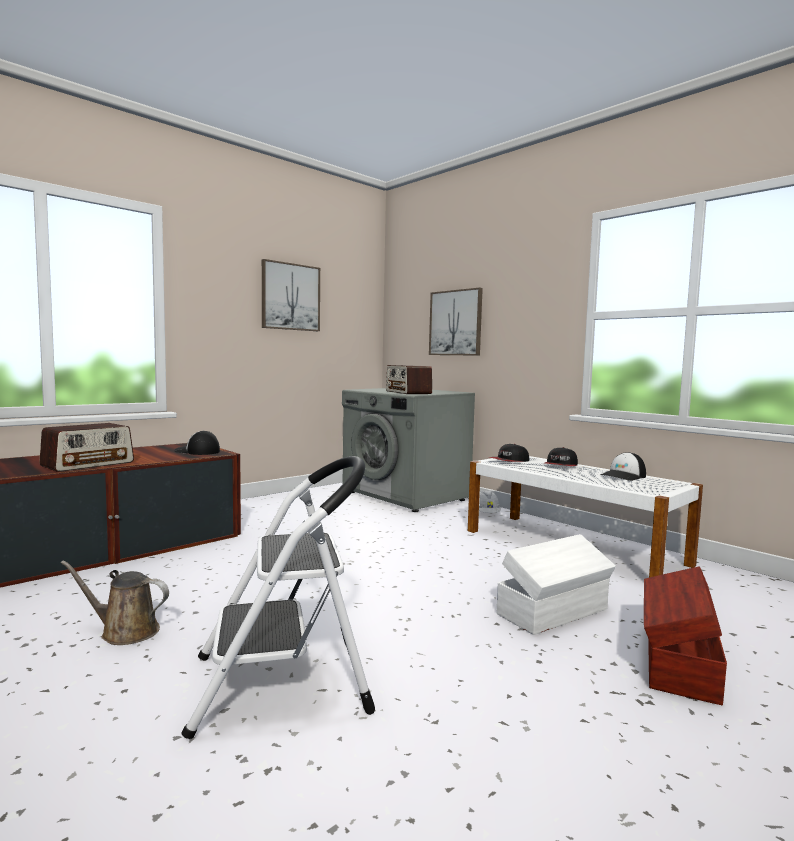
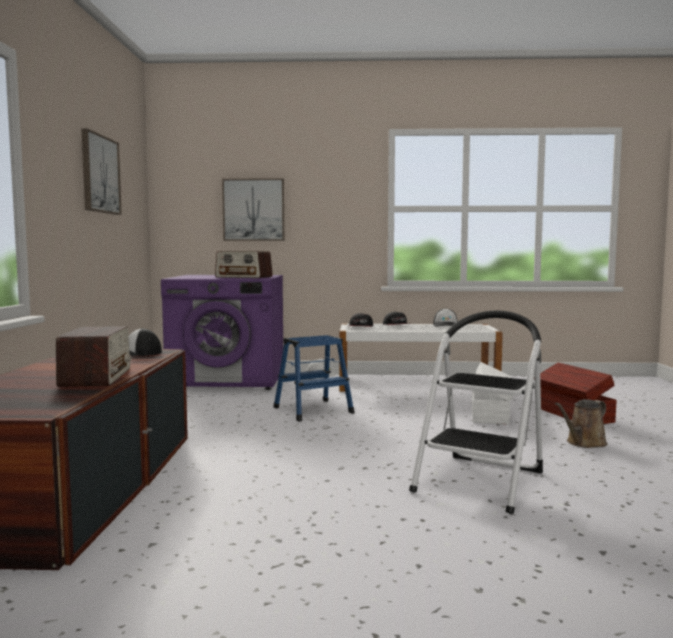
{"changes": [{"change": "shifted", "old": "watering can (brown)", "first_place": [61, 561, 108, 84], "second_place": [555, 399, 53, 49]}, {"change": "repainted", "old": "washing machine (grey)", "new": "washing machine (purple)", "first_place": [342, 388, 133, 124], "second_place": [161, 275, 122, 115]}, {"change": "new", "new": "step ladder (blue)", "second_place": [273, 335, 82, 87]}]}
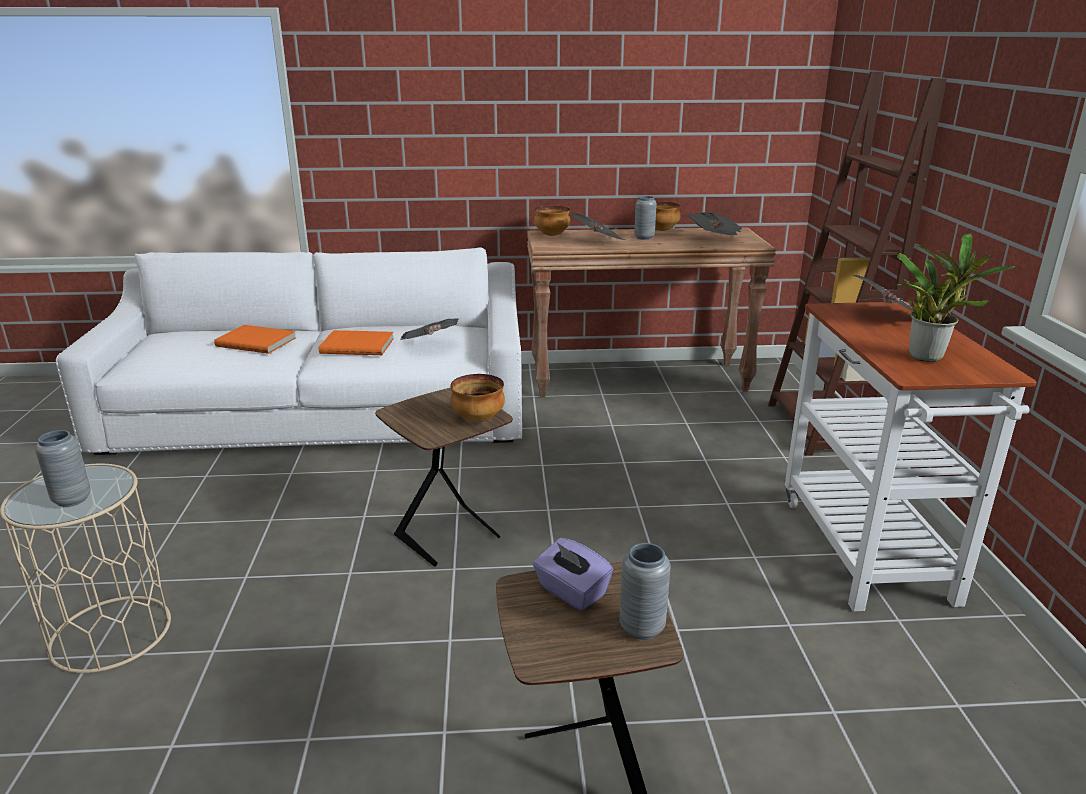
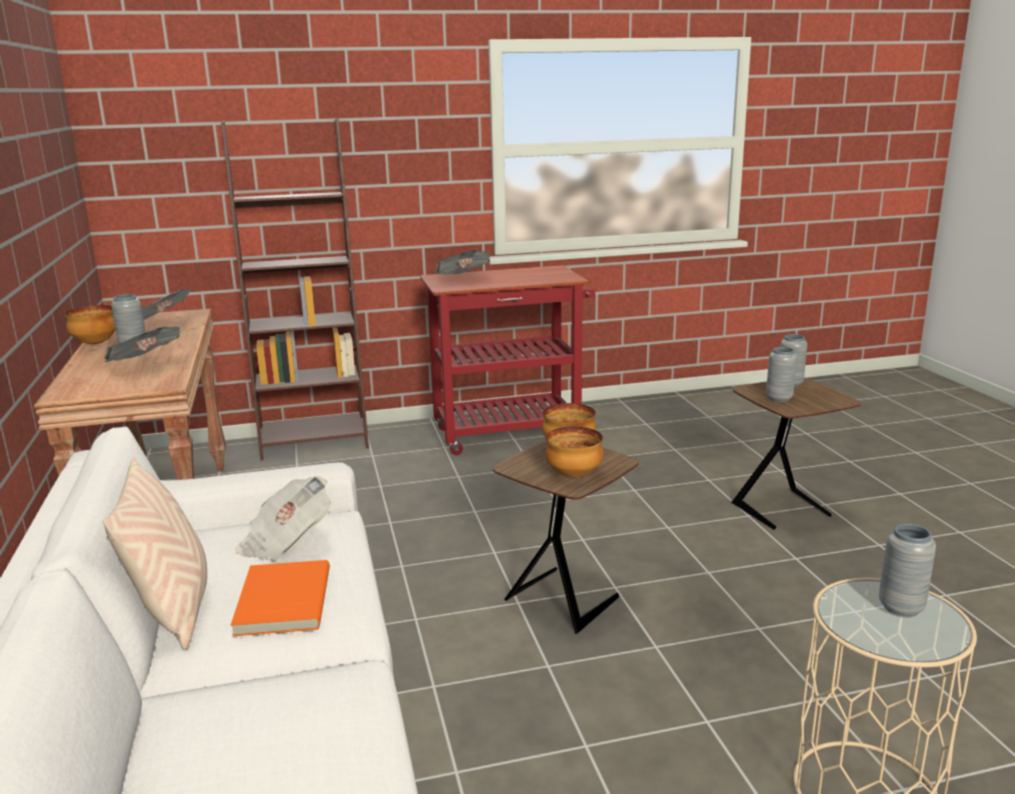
{"changes": [{"change": "gone", "old": "book (orange)", "first_place": [214, 325, 82, 29]}, {"change": "swapped", "old": "tissue box (purple)", "new": "vase (grey)", "first_place": [533, 538, 80, 73], "second_place": [766, 347, 31, 55]}, {"change": "shifted", "old": "bowl", "first_place": [534, 206, 36, 30], "second_place": [545, 427, 58, 51]}, {"change": "repainted", "old": "cart (white)", "new": "cart (red)", "first_place": [785, 302, 252, 310], "second_place": [420, 265, 175, 190]}, {"change": "gone", "old": "potted plant", "first_place": [897, 233, 118, 129]}, {"change": "new", "new": "pillow (beige)", "second_place": [103, 458, 104, 192]}]}
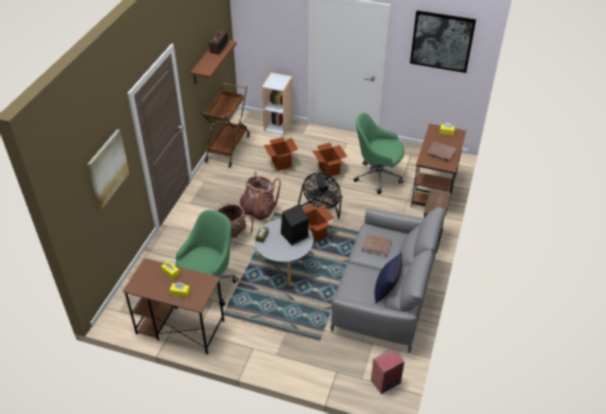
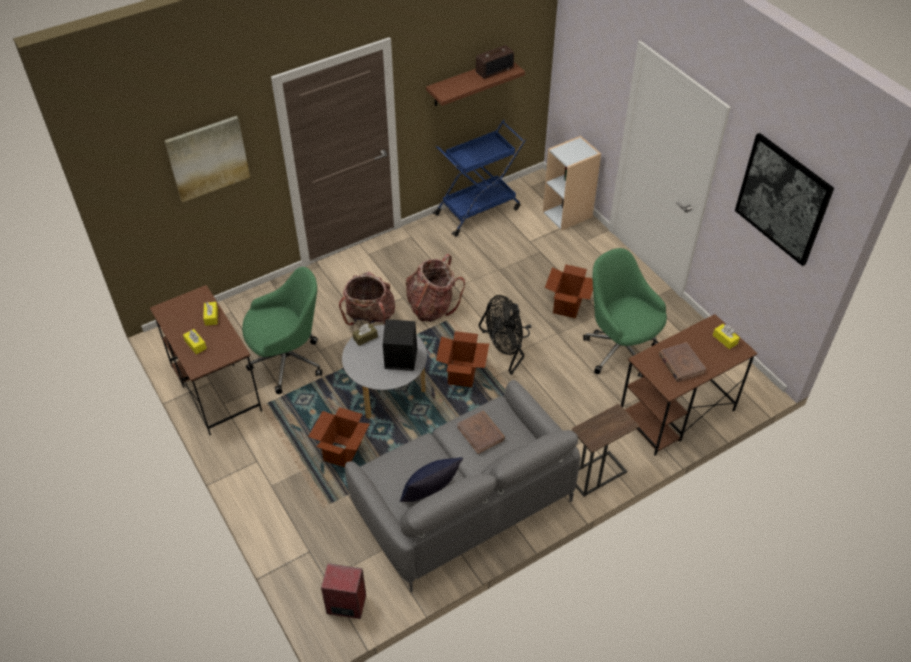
{"changes": [{"change": "repainted", "old": "cart (brown)", "new": "cart (blue)", "first_place": [201, 82, 49, 86], "second_place": [433, 119, 93, 118]}, {"change": "shifted", "old": "cardboard box", "first_place": [264, 137, 34, 34], "second_place": [308, 407, 62, 60]}]}
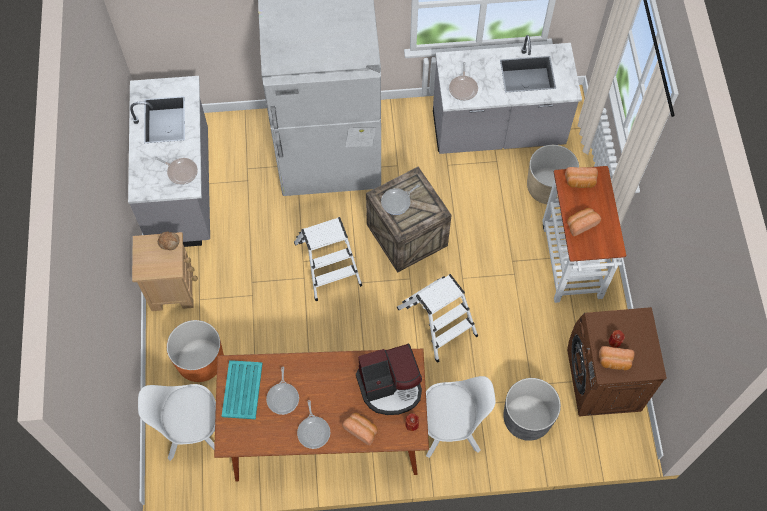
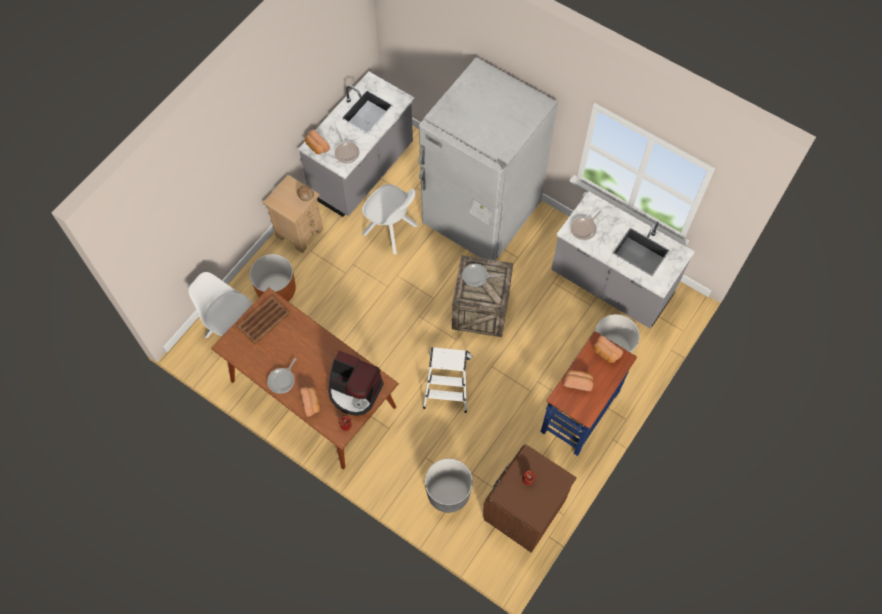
{"changes": [{"change": "repainted", "old": "tray (turquoise)", "new": "tray (brown)", "first_place": [222, 360, 41, 59], "second_place": [237, 296, 54, 49]}, {"change": "gone", "old": "frying pan", "first_place": [266, 367, 33, 48]}, {"change": "gone", "old": "step ladder (white)", "first_place": [294, 217, 68, 84]}, {"change": "shifted", "old": "chair (white)", "first_place": [426, 376, 69, 82], "second_place": [362, 184, 56, 70]}, {"change": "repainted", "old": "cart (white)", "new": "cart (blue)", "first_place": [542, 166, 84, 137], "second_place": [541, 331, 96, 125]}, {"change": "shifted", "old": "bread", "first_place": [599, 346, 36, 24], "second_place": [305, 129, 25, 25]}]}
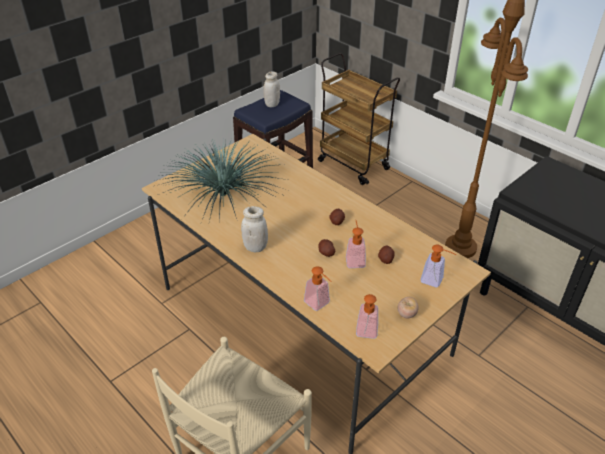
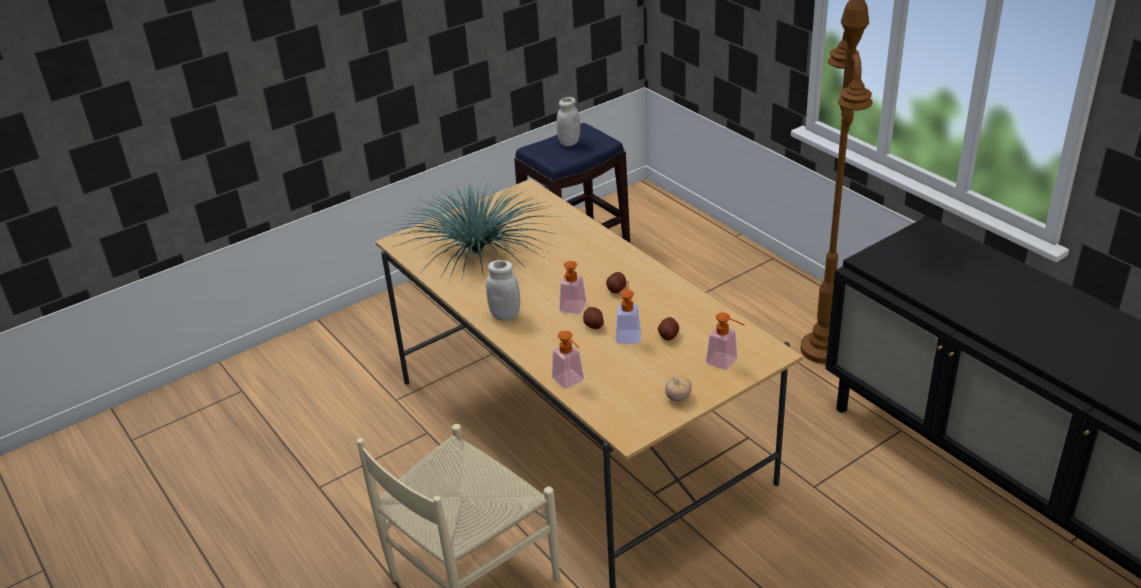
{"changes": [{"change": "gone", "old": "cart (brown)", "first_place": [318, 53, 82, 132]}, {"change": "shifted", "old": "soap dispenser", "first_place": [356, 294, 22, 45], "second_place": [560, 261, 27, 53]}]}
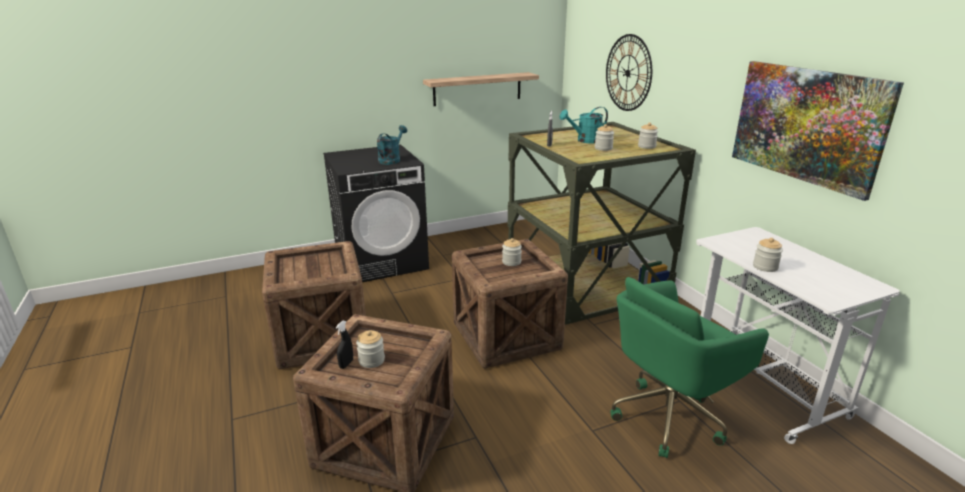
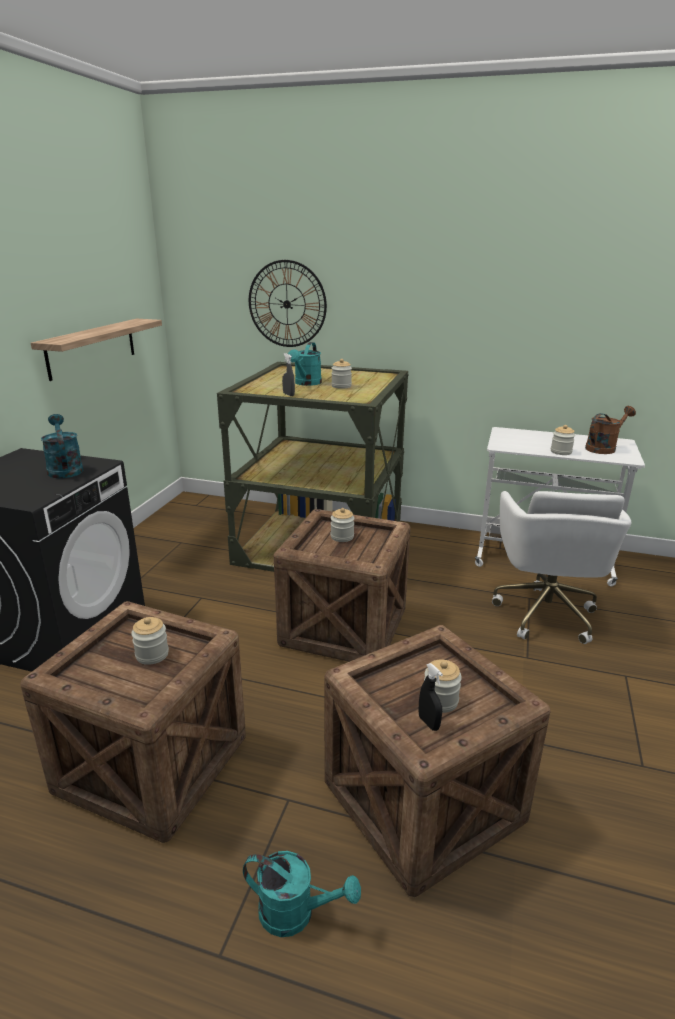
{"changes": [{"change": "repainted", "old": "office chair (green)", "new": "office chair (white)", "first_place": [610, 277, 159, 181], "second_place": [492, 491, 139, 153]}, {"change": "shifted", "old": "jar", "first_place": [638, 123, 20, 26], "second_place": [131, 617, 38, 48]}, {"change": "gone", "old": "picture", "first_place": [732, 61, 172, 140]}, {"change": "new", "new": "watering can (turquoise)", "second_place": [243, 851, 118, 86]}, {"change": "new", "new": "watering can (brown)", "second_place": [585, 406, 51, 48]}]}
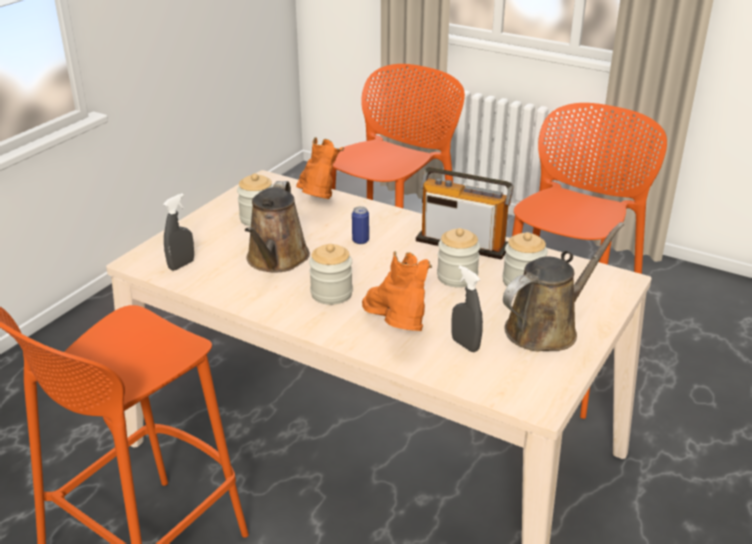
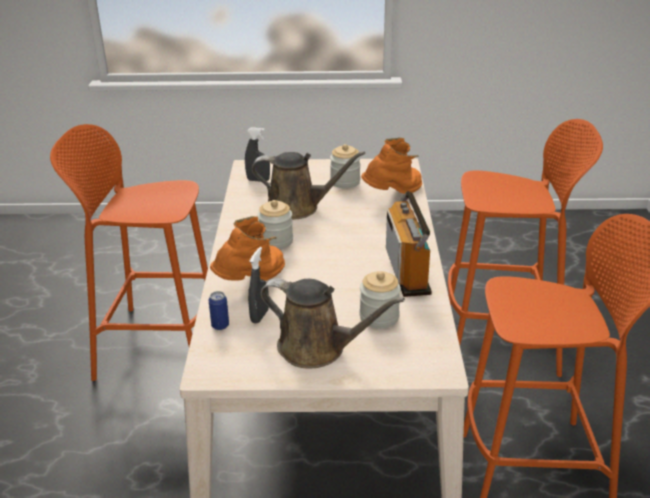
{"changes": [{"change": "rotated", "old": "watering can (brown)", "first_place": [245, 181, 65, 91], "second_place": [251, 151, 114, 69], "degrees": -150}, {"change": "shifted", "old": "can", "first_place": [352, 206, 17, 38], "second_place": [209, 291, 20, 39]}, {"change": "gone", "old": "jar", "first_place": [437, 228, 43, 60]}]}
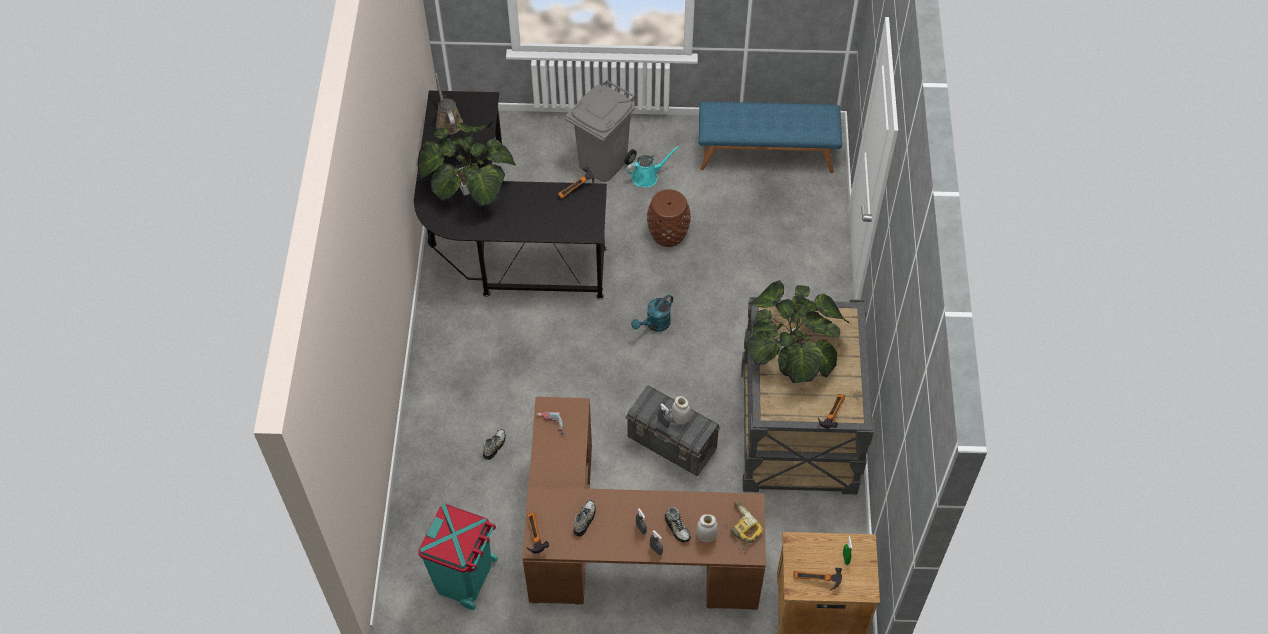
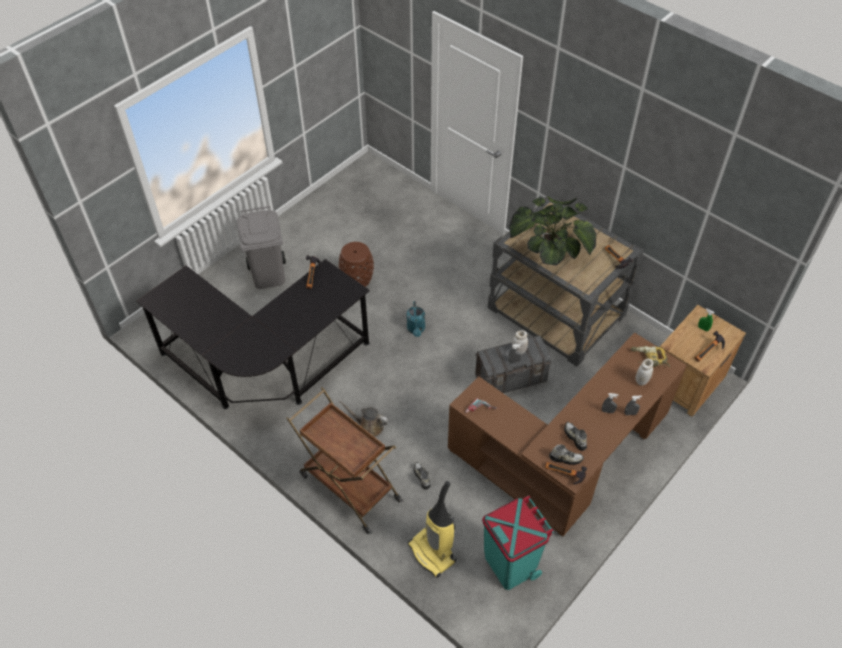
{"changes": [{"change": "gone", "old": "potted plant", "first_place": [417, 121, 99, 86]}, {"change": "shifted", "old": "watering can (brown)", "first_place": [435, 73, 28, 62], "second_place": [338, 400, 50, 37]}, {"change": "gone", "old": "watering can (turquoise)", "first_place": [626, 146, 53, 41]}, {"change": "shifted", "old": "shoe", "first_place": [665, 507, 26, 35], "second_place": [549, 444, 35, 21]}, {"change": "gone", "old": "bench (blue)", "first_place": [699, 102, 143, 71]}, {"change": "new", "new": "cart (brown)", "second_place": [286, 387, 118, 147]}, {"change": "new", "new": "vacuum cleaner", "second_place": [408, 481, 48, 97]}]}
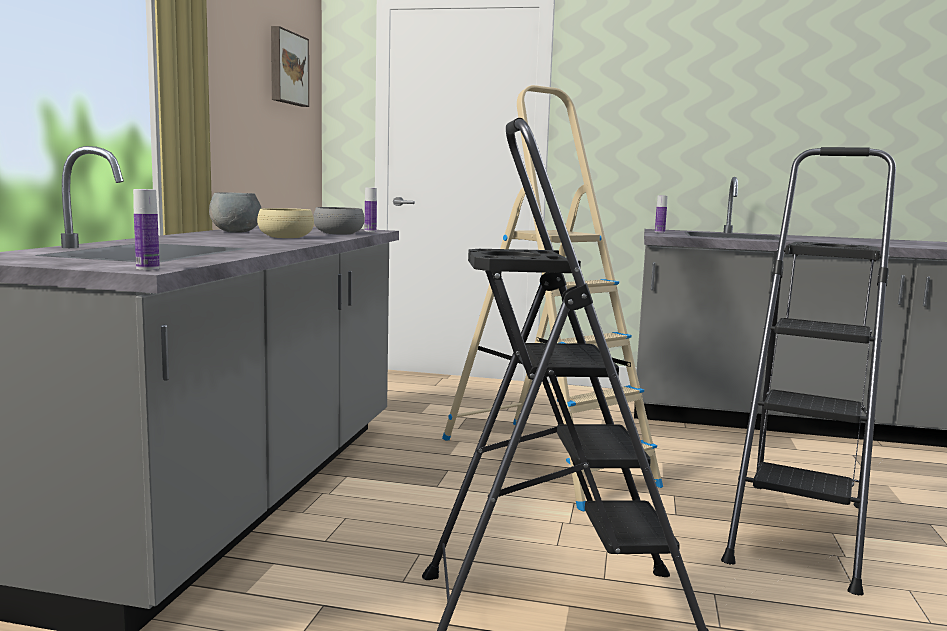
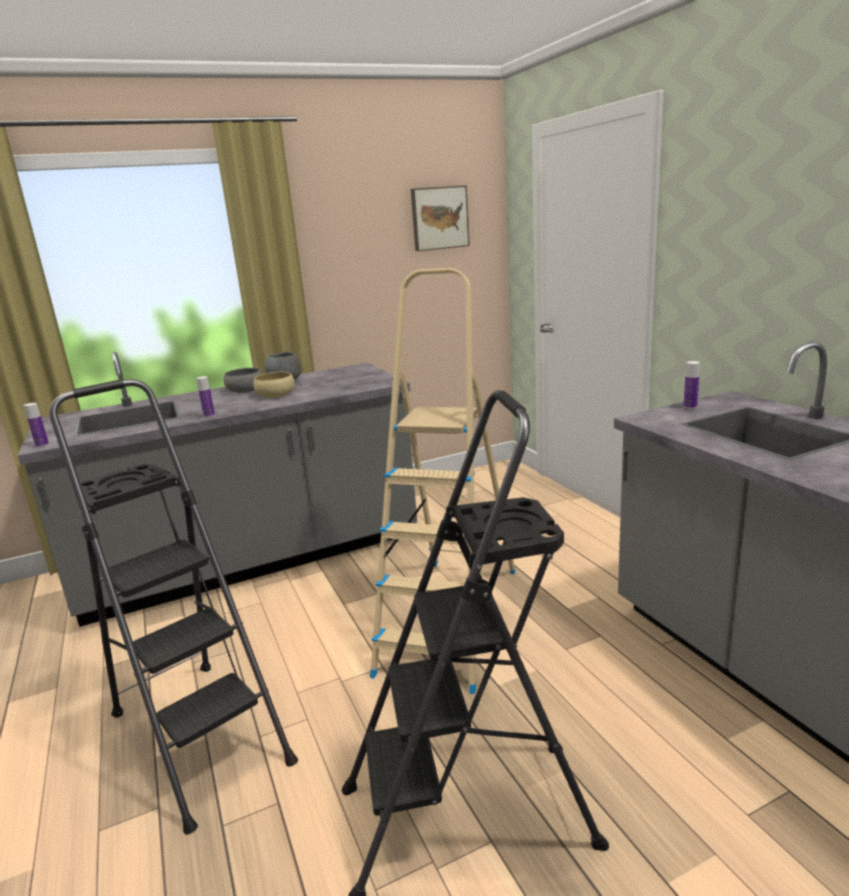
{"changes": [{"change": "shifted", "old": "bowl (grey)", "first_place": [313, 207, 52, 27], "second_place": [224, 368, 38, 25]}, {"change": "shifted", "old": "bottle", "first_place": [365, 188, 12, 44], "second_place": [196, 376, 19, 42]}]}
